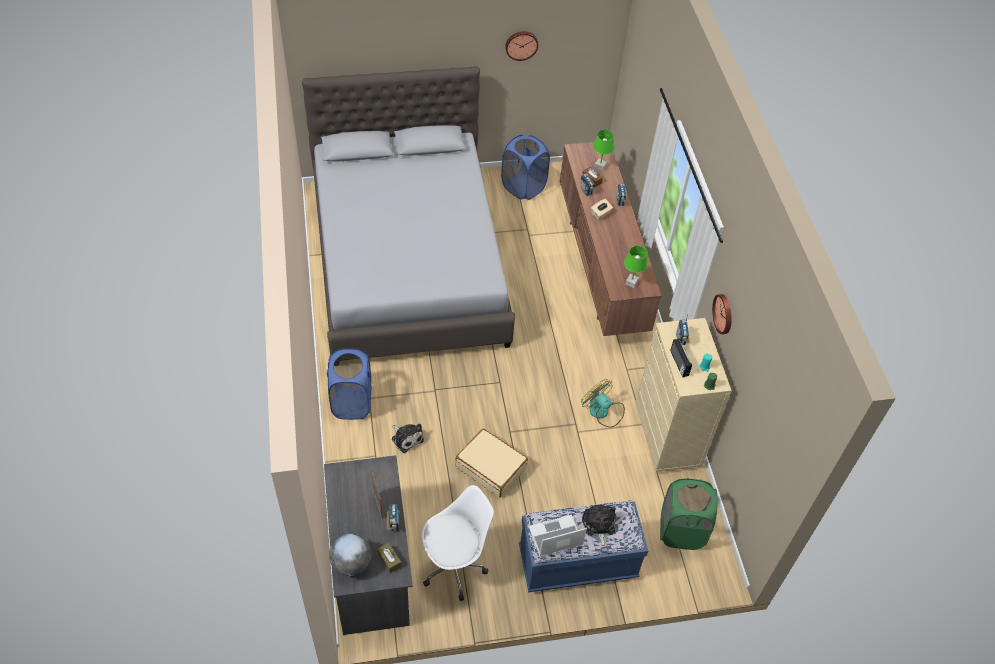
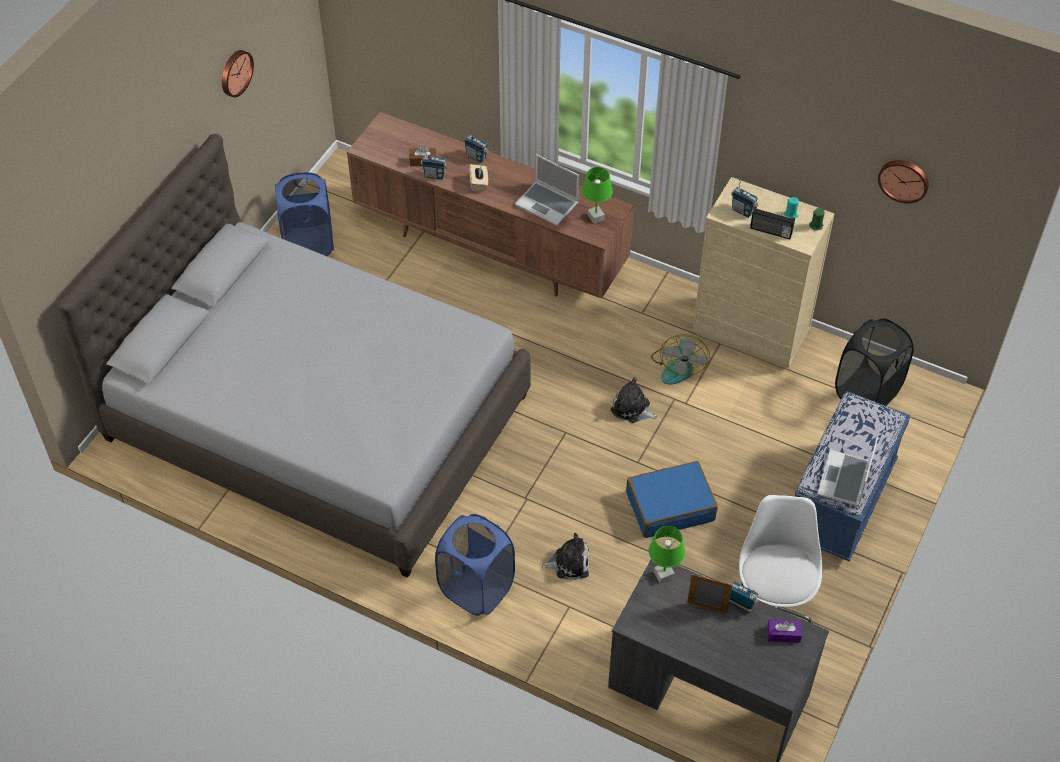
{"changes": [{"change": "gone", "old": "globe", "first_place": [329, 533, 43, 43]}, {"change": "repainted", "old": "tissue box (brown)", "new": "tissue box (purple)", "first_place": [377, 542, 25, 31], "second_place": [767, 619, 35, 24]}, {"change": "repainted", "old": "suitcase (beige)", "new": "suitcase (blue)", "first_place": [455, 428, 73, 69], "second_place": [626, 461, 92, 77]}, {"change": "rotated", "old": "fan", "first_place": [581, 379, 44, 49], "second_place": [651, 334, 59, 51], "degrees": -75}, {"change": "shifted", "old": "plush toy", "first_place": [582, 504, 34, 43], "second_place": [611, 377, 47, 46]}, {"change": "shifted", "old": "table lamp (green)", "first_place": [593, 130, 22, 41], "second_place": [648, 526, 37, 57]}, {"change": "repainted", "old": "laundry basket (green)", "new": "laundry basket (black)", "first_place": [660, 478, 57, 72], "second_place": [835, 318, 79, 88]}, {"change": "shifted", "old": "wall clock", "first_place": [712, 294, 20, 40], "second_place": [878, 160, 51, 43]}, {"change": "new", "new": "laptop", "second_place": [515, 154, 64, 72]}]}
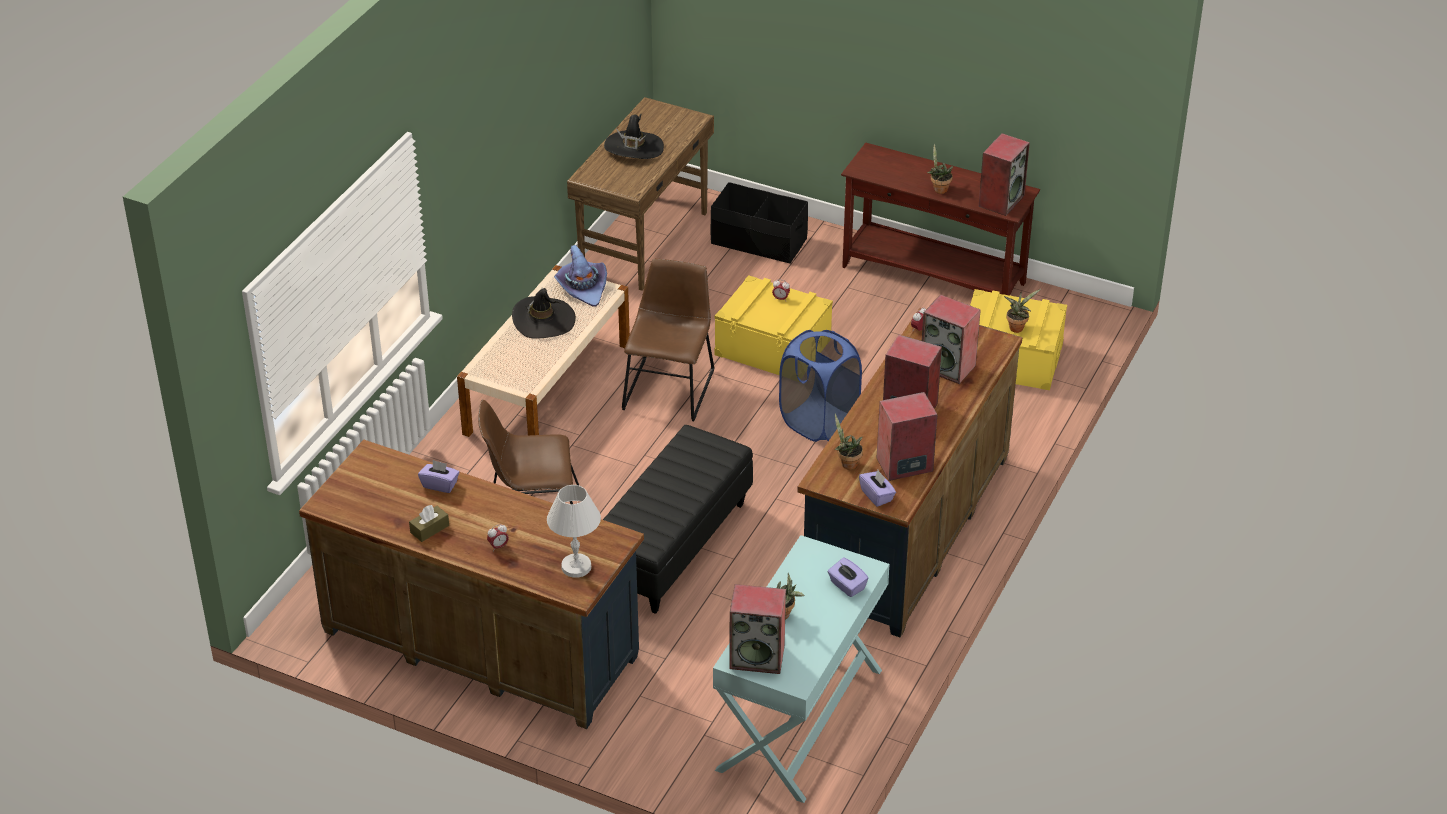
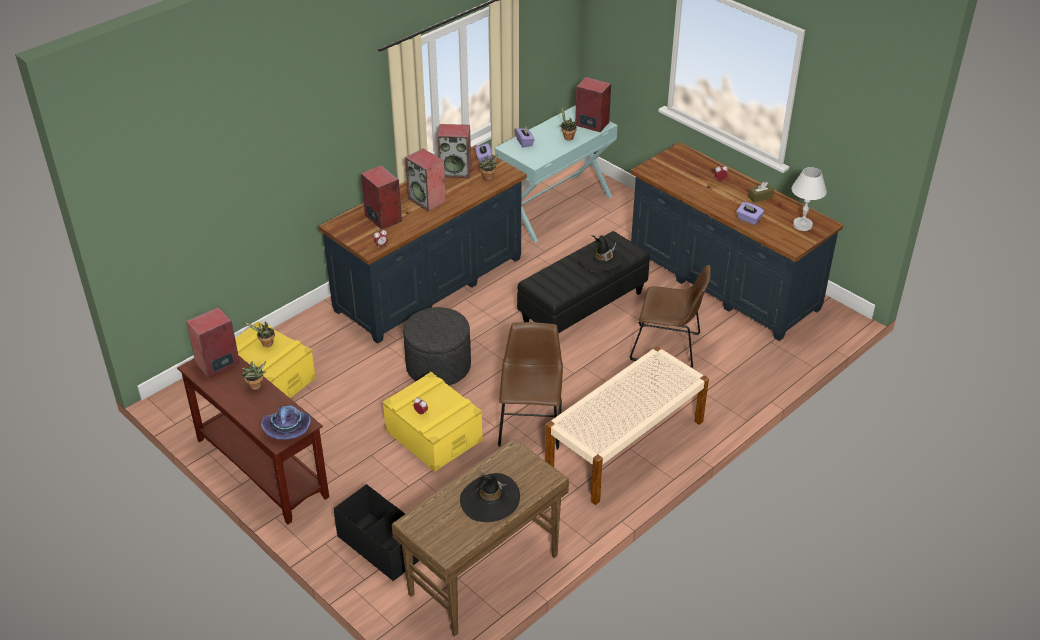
{"changes": [{"change": "shifted", "old": "hat (black)", "first_place": [512, 288, 64, 50], "second_place": [578, 235, 46, 37]}, {"change": "shifted", "old": "table lamp (white)", "first_place": [547, 485, 54, 93], "second_place": [792, 167, 35, 64]}, {"change": "shifted", "old": "hat (purple)", "first_place": [554, 245, 53, 62], "second_place": [261, 405, 50, 35]}, {"change": "rotated", "old": "chair (brown)", "first_place": [622, 259, 92, 162], "second_place": [498, 322, 65, 127], "degrees": 150}, {"change": "swapped", "old": "laundry basket (blue)", "new": "ottoman (grey)", "first_place": [779, 330, 83, 112], "second_place": [403, 307, 68, 79]}]}
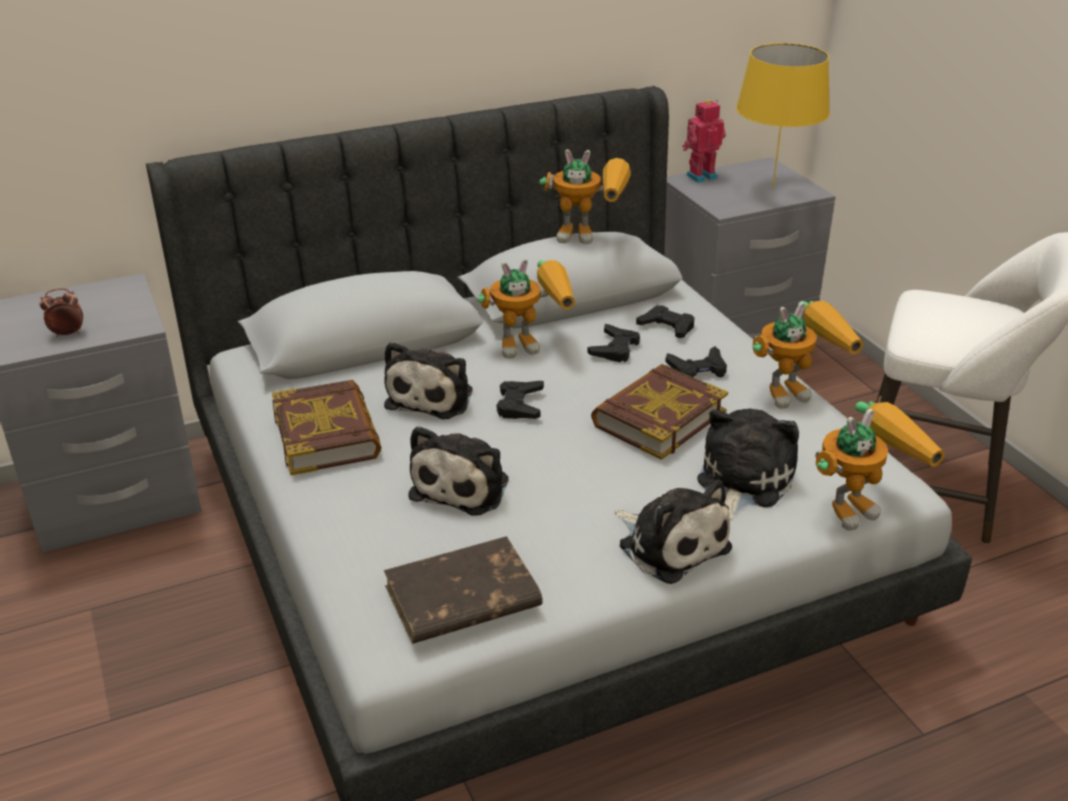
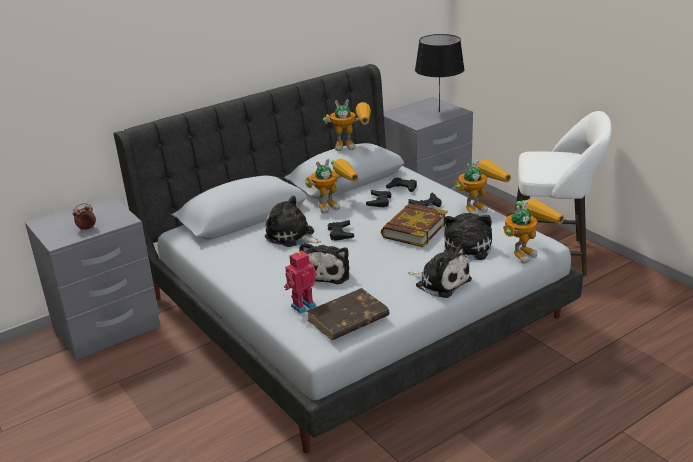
{"changes": [{"change": "gone", "old": "book", "first_place": [272, 380, 110, 95]}, {"change": "rotated", "old": "plush toy", "first_place": [384, 342, 89, 77], "second_place": [265, 195, 56, 52], "degrees": 120}, {"change": "shifted", "old": "toy robot", "first_place": [682, 100, 44, 83], "second_place": [284, 250, 33, 64]}, {"change": "repainted", "old": "table lamp (yellow)", "new": "table lamp (black)", "first_place": [736, 43, 94, 146], "second_place": [415, 34, 50, 78]}]}
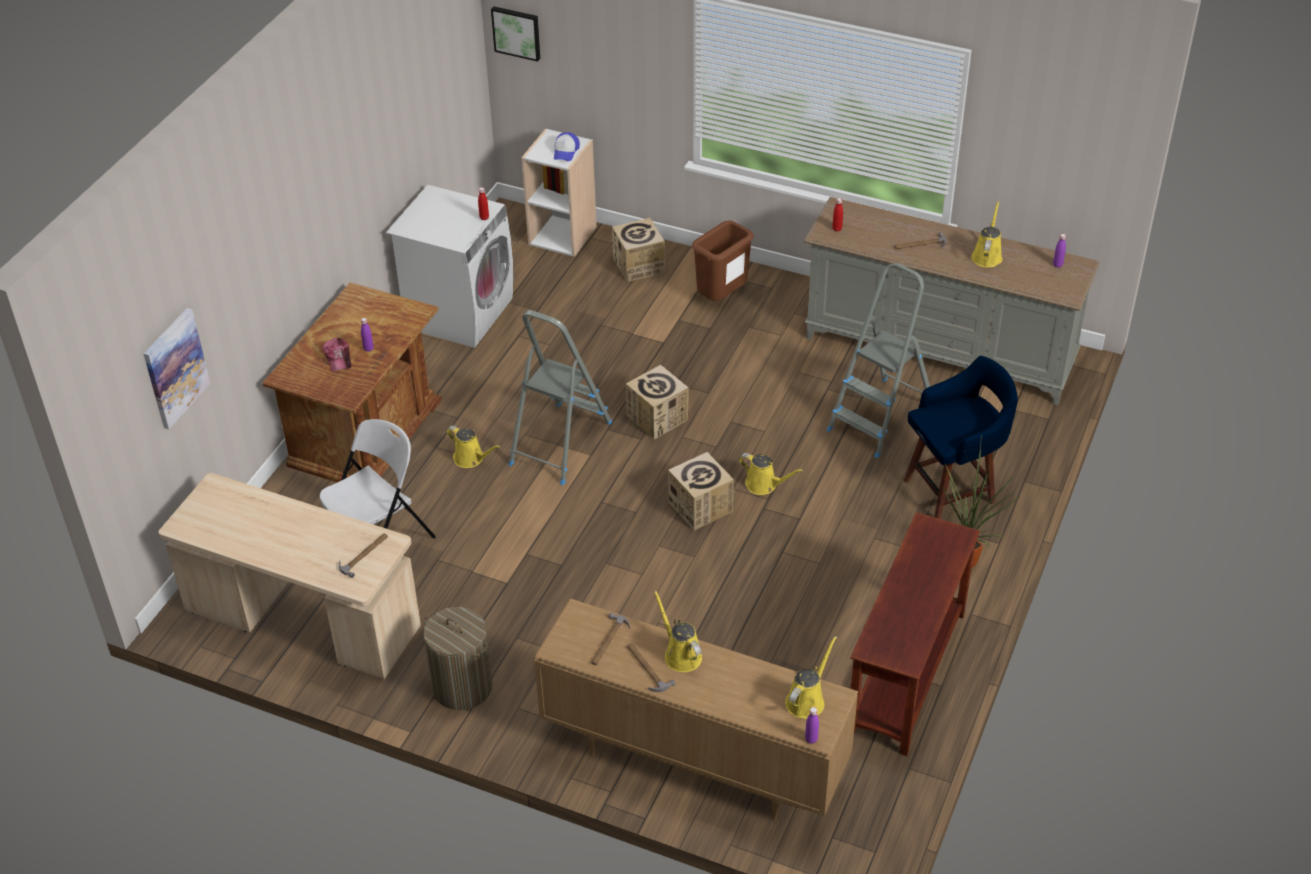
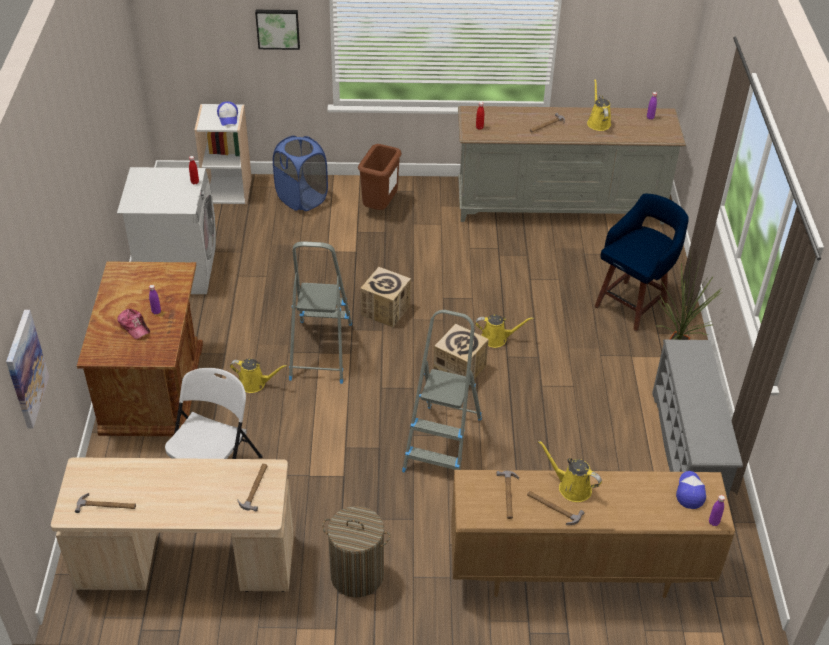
{"changes": [{"change": "shifted", "old": "picture", "first_place": [491, 6, 49, 56], "second_place": [255, 10, 45, 40]}, {"change": "swapped", "old": "cardboard box", "new": "laundry basket (blue)", "first_place": [612, 218, 53, 64], "second_place": [273, 136, 55, 75]}, {"change": "swapped", "old": "watering can (yellow)", "new": "cap", "first_place": [785, 636, 52, 83], "second_place": [676, 471, 30, 38]}, {"change": "shifted", "old": "step ladder (grey)", "first_place": [827, 263, 103, 195], "second_place": [402, 310, 80, 163]}, {"change": "swapped", "old": "console table (brown)", "new": "shoe rack (grey)", "first_place": [850, 512, 130, 244], "second_place": [652, 340, 91, 159]}, {"change": "new", "new": "hammer", "second_place": [75, 493, 61, 20]}]}
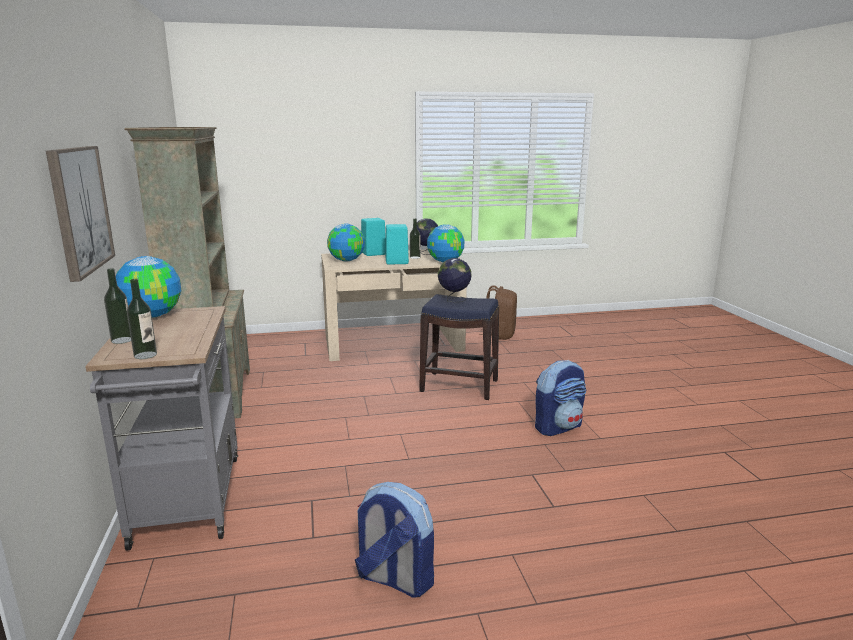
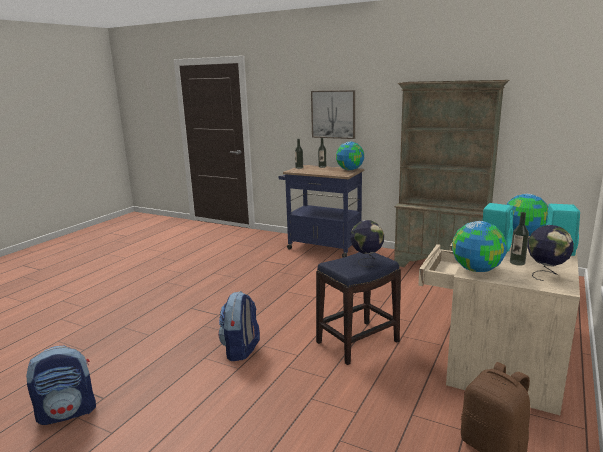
{"changes": [{"change": "repainted", "old": "cart (grey)", "new": "cart (blue)", "first_place": [85, 306, 153, 245], "second_place": [278, 165, 86, 93]}, {"change": "shifted", "old": "backpack", "first_place": [355, 482, 79, 116], "second_place": [26, 346, 70, 79]}]}
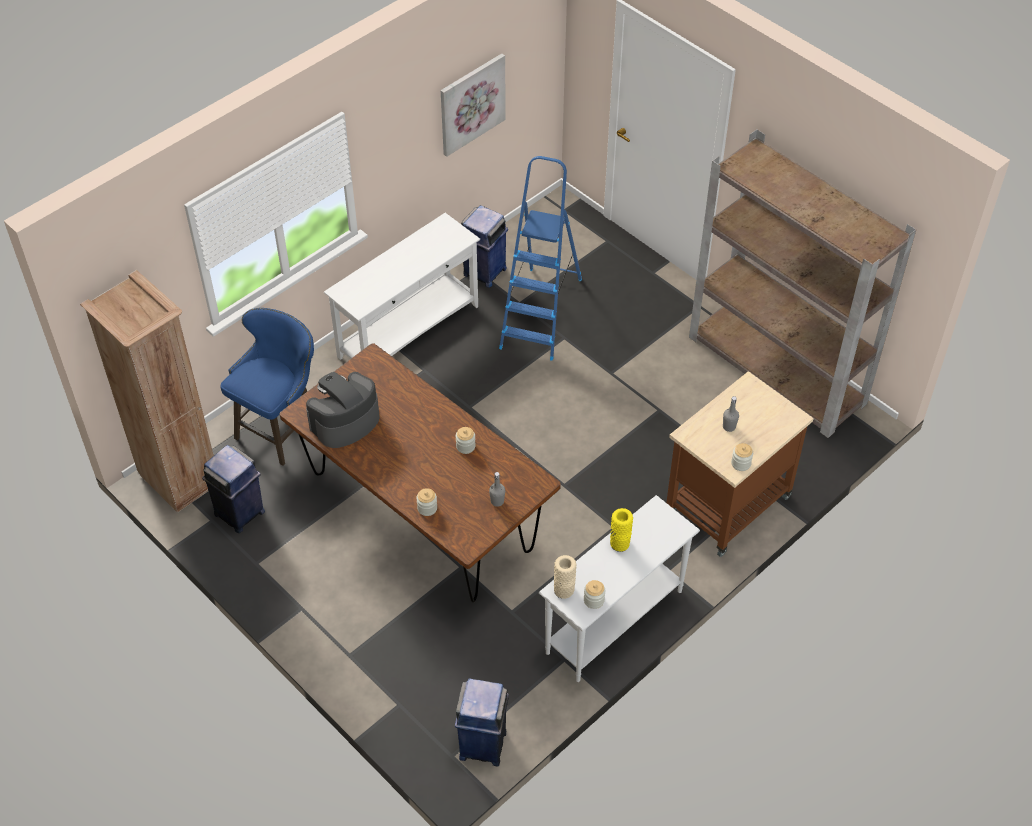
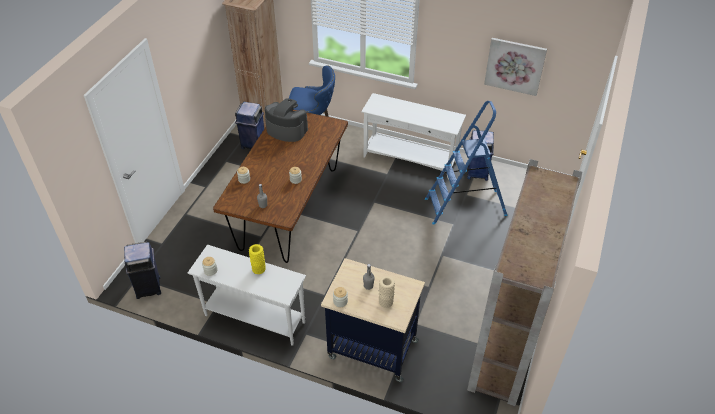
{"changes": [{"change": "shifted", "old": "vase (beige)", "first_place": [554, 555, 23, 44], "second_place": [379, 276, 16, 32]}, {"change": "repainted", "old": "cart (brown)", "new": "cart (blue)", "first_place": [666, 371, 148, 186], "second_place": [321, 258, 104, 124]}]}
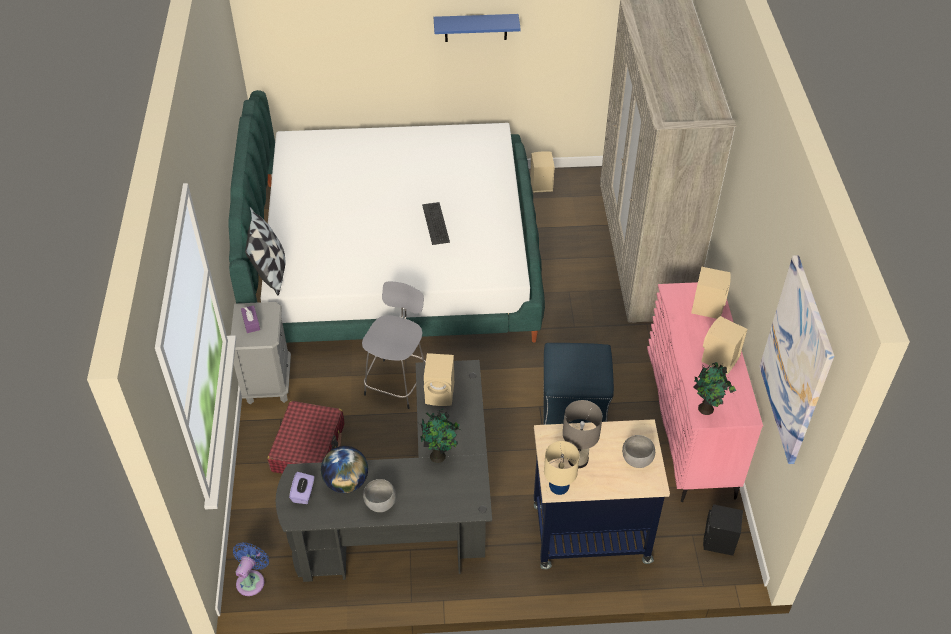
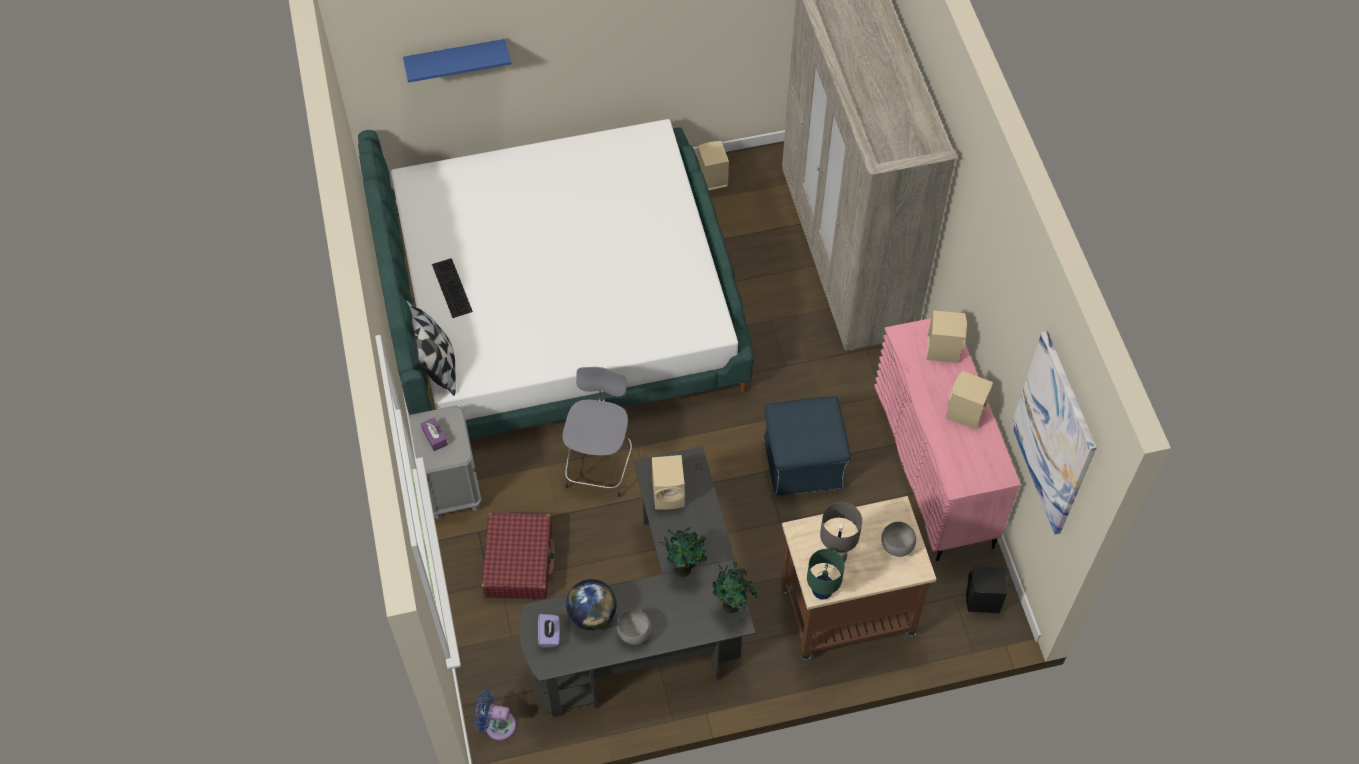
{"changes": [{"change": "rotated", "old": "fan (blue)", "first_place": [233, 542, 36, 54], "second_place": [474, 690, 42, 50], "degrees": -90}, {"change": "shifted", "old": "keyboard", "first_place": [422, 202, 28, 43], "second_place": [432, 258, 41, 60]}, {"change": "shifted", "old": "shelf (blue)", "first_place": [434, 14, 87, 28], "second_place": [403, 39, 108, 44]}, {"change": "repainted", "old": "cart (blue)", "new": "cart (brown)", "first_place": [534, 419, 136, 150], "second_place": [781, 496, 155, 165]}, {"change": "repainted", "old": "table lamp (beige)", "new": "table lamp (green)", "first_place": [544, 441, 36, 54], "second_place": [807, 549, 38, 51]}, {"change": "shifted", "old": "potted plant", "first_place": [693, 362, 43, 53], "second_place": [712, 561, 46, 52]}]}
